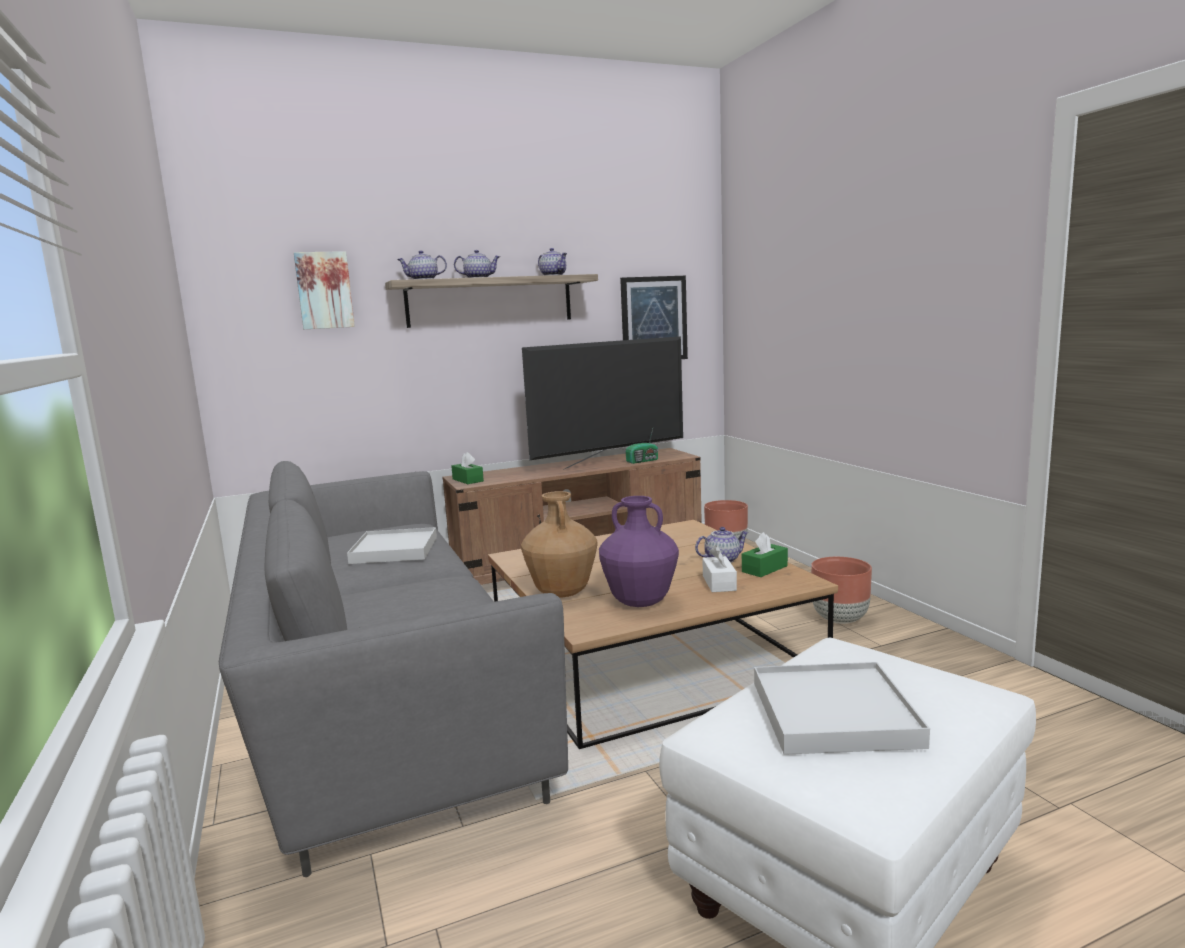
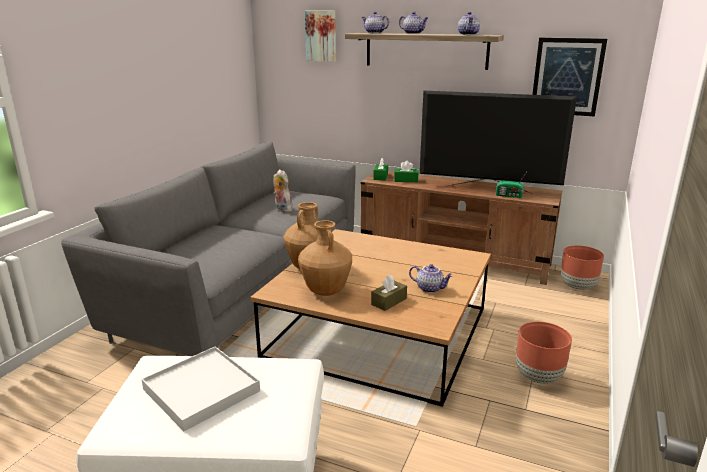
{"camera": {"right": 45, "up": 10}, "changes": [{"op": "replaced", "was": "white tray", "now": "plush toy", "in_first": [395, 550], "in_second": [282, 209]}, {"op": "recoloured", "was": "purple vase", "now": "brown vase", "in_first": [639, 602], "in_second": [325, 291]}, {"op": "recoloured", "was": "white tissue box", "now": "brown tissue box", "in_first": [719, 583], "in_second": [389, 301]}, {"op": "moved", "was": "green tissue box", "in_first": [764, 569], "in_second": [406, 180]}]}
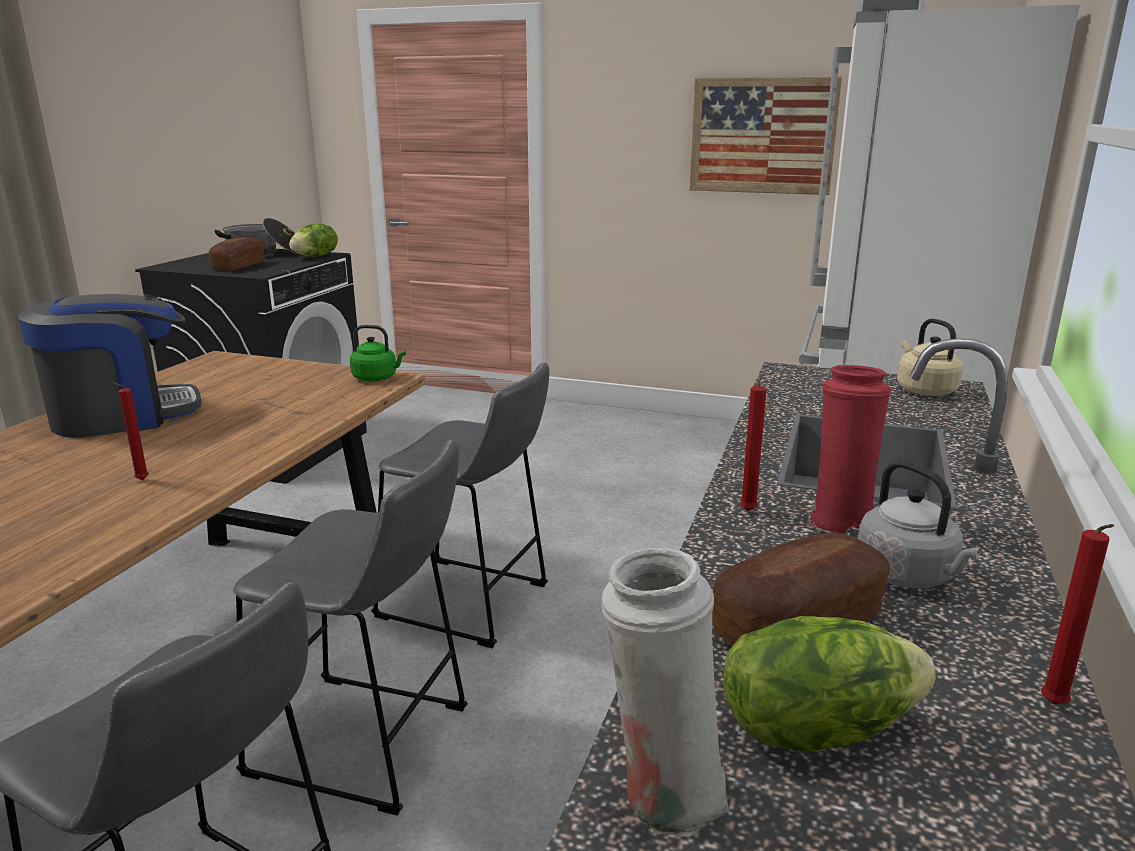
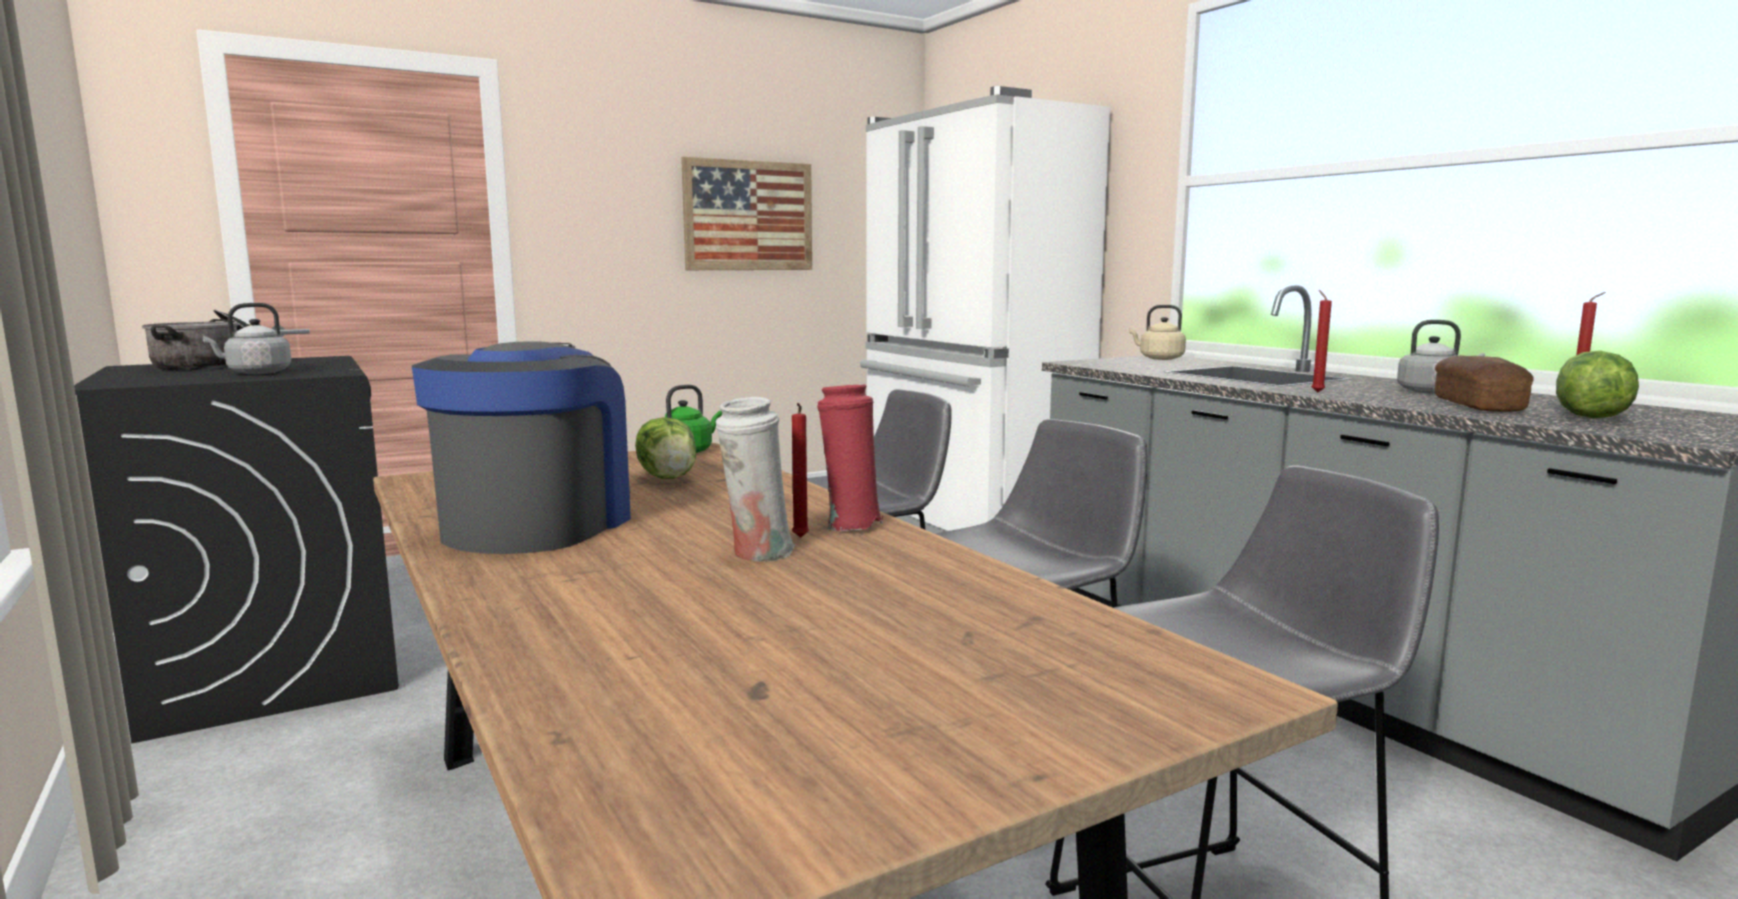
{"camera": {"right": -50, "up": -10}, "changes": [{"op": "replaced", "was": "bread", "now": "grey kettle", "in_first": [239, 266], "in_second": [256, 373]}, {"op": "moved", "was": "lettuce", "in_first": [316, 256], "in_second": [670, 477]}, {"op": "moved", "was": "white vase", "in_first": [662, 795], "in_second": [757, 554]}, {"op": "moved", "was": "red vase", "in_first": [839, 522], "in_second": [850, 525]}]}
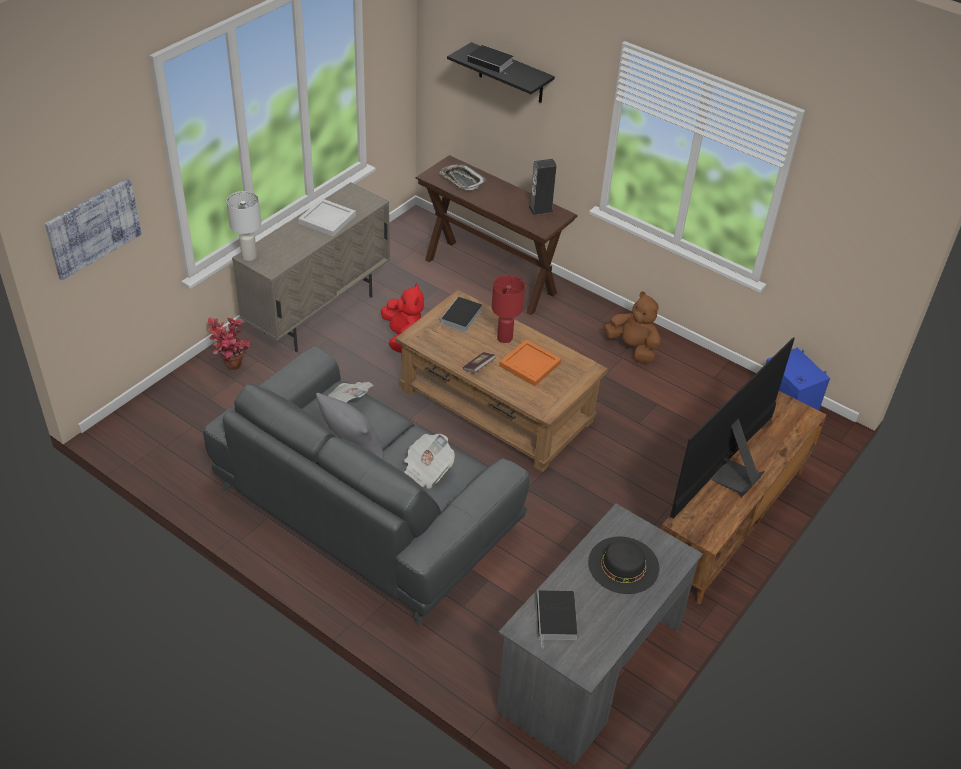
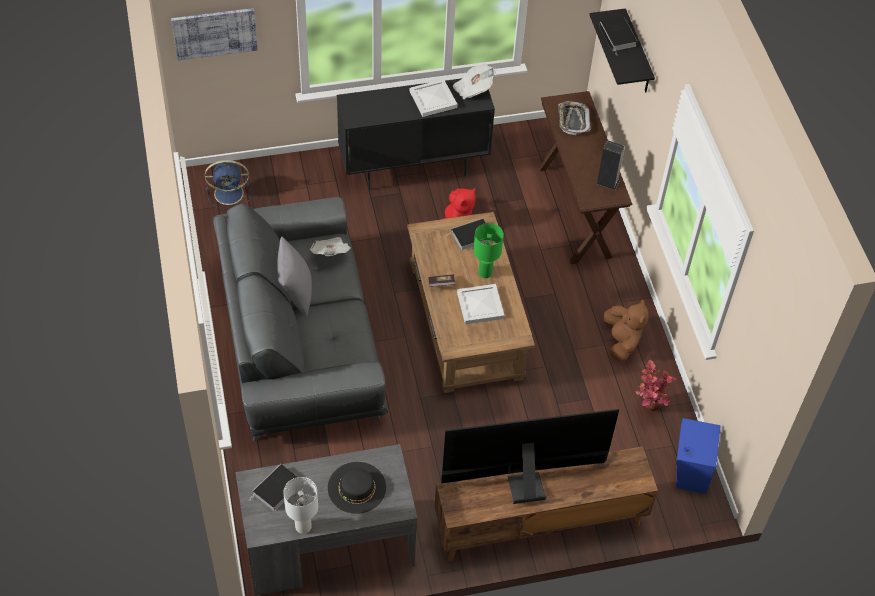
{"camera": {"right": 40, "up": 10}, "changes": [{"op": "moved", "was": "potted plant", "in_first": [232, 369], "in_second": [648, 408]}, {"op": "moved", "was": "white table lamp", "in_first": [248, 256], "in_second": [302, 526]}, {"op": "recoloured", "was": "beige cabinet", "now": "black cabinet", "in_first": [319, 314], "in_second": [413, 168]}, {"op": "moved", "was": "newspaper", "in_first": [426, 471], "in_second": [473, 89]}, {"op": "recoloured", "was": "red table lamp", "now": "green table lamp", "in_first": [504, 337], "in_second": [485, 272]}, {"op": "recoloured", "was": "orange tray", "now": "white tray", "in_first": [530, 364], "in_second": [480, 305]}, {"op": "added", "now": "blue fan", "in_second": [230, 193]}]}
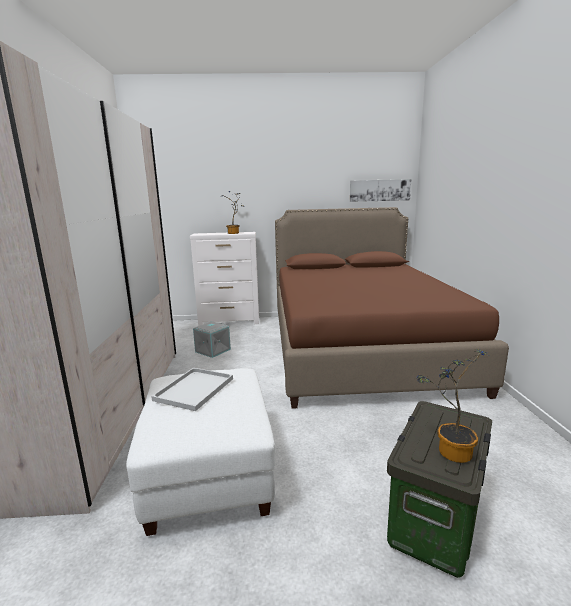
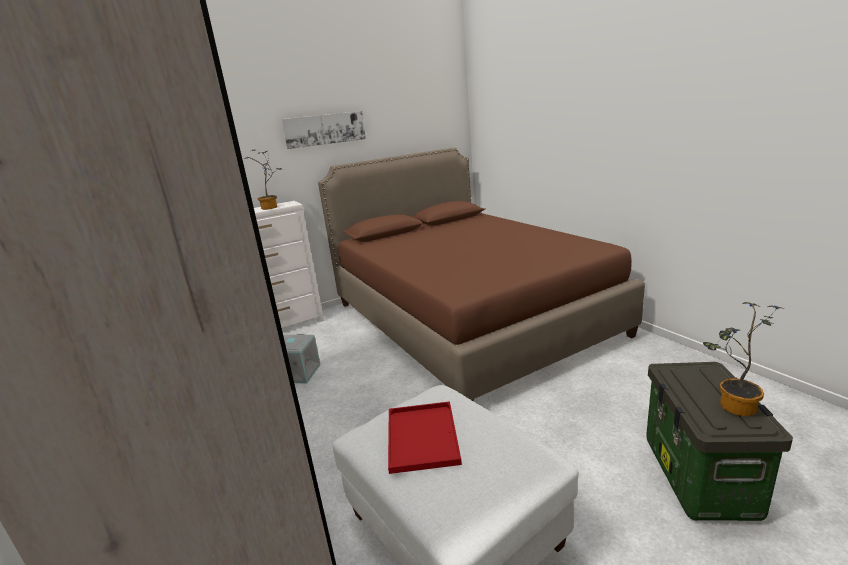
{"camera": {"right": -25, "up": 5}, "changes": [{"op": "recoloured", "was": "white tray", "now": "red tray", "in_first": [194, 390], "in_second": [423, 438]}, {"op": "moved", "was": "picture", "in_first": [379, 190], "in_second": [324, 129]}]}
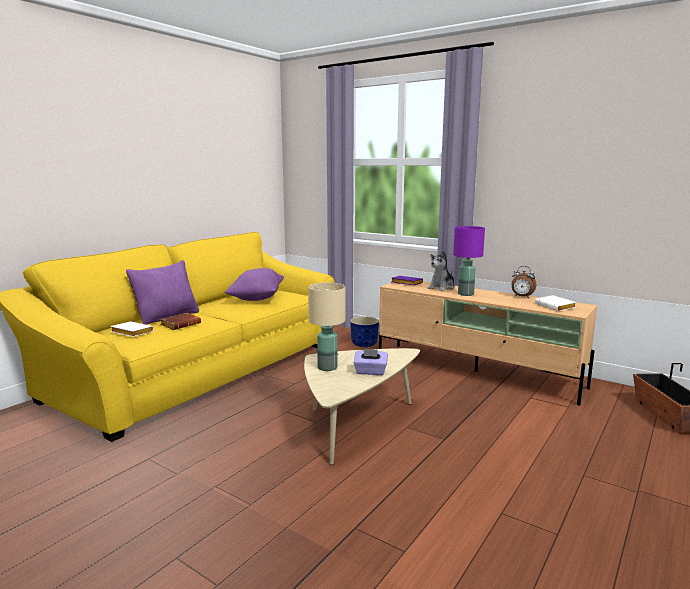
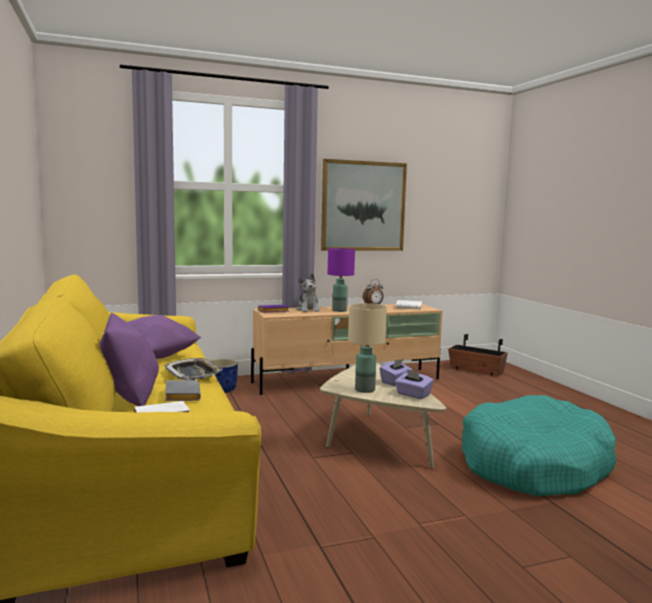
{"camera": {"right": -55, "up": -5}, "changes": [{"op": "recoloured", "was": "brown book", "now": "grey book", "in_first": [181, 324], "in_second": [181, 395]}, {"op": "added", "now": "tray", "in_second": [193, 374]}, {"op": "added", "now": "picture", "in_second": [363, 206]}, {"op": "added", "now": "purple tissue box", "in_second": [413, 395]}, {"op": "added", "now": "turquoise dog bed", "in_second": [533, 465]}]}
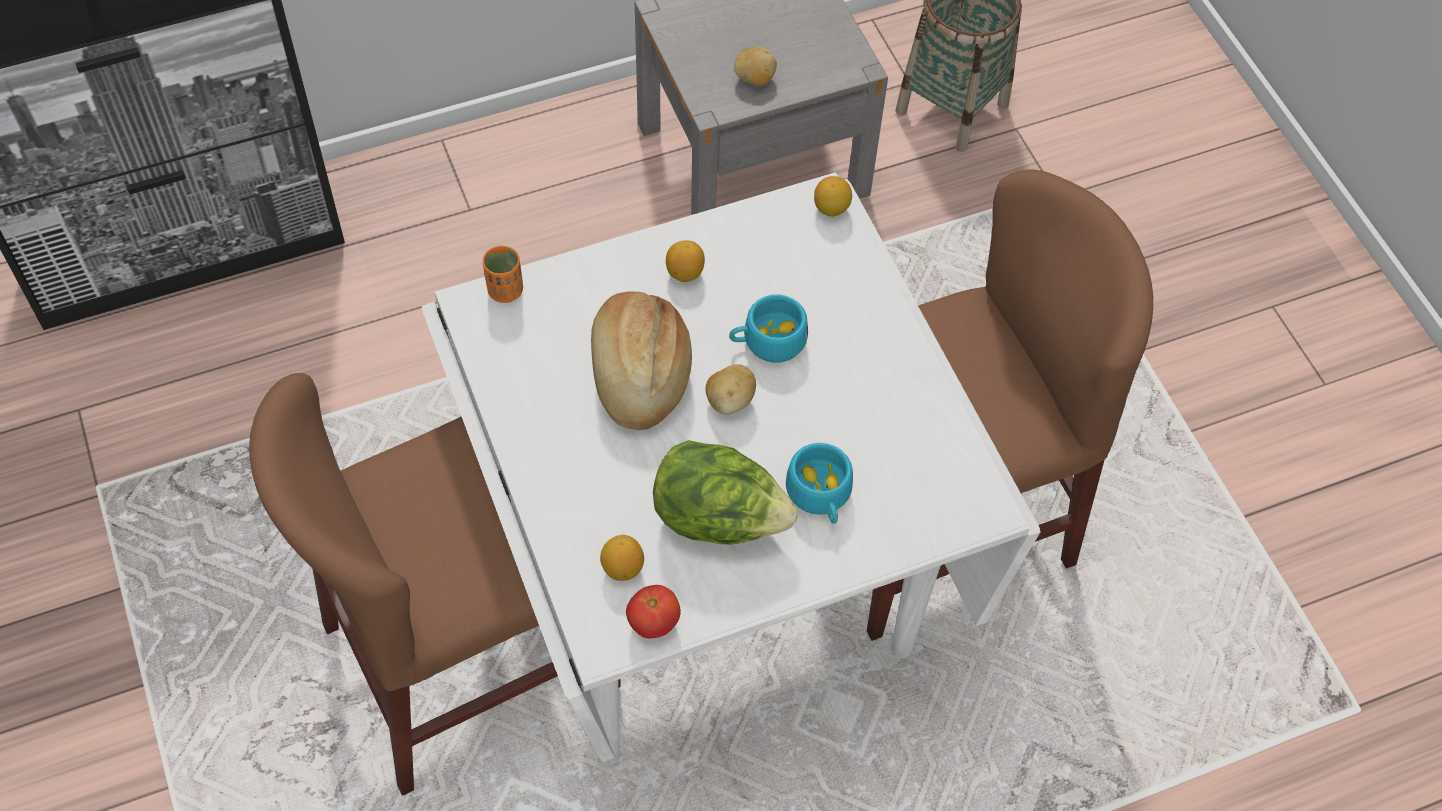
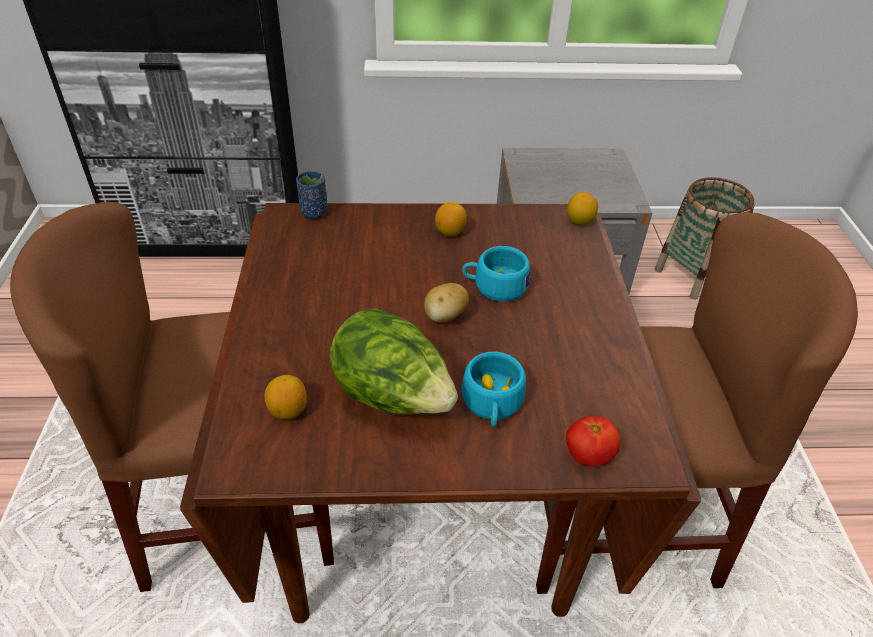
{"camera": {"right": 20, "up": -15}, "changes": [{"op": "recoloured", "was": "white dining table", "now": "brown dining table", "in_first": [711, 594], "in_second": [428, 519]}, {"op": "recoloured", "was": "orange cup", "now": "blue cup", "in_first": [505, 290], "in_second": [314, 212]}, {"op": "removed", "was": "bread", "in_first": [638, 373]}, {"op": "moved", "was": "tomato", "in_first": [653, 622], "in_second": [588, 455]}, {"op": "removed", "was": "potato", "in_first": [754, 79]}]}
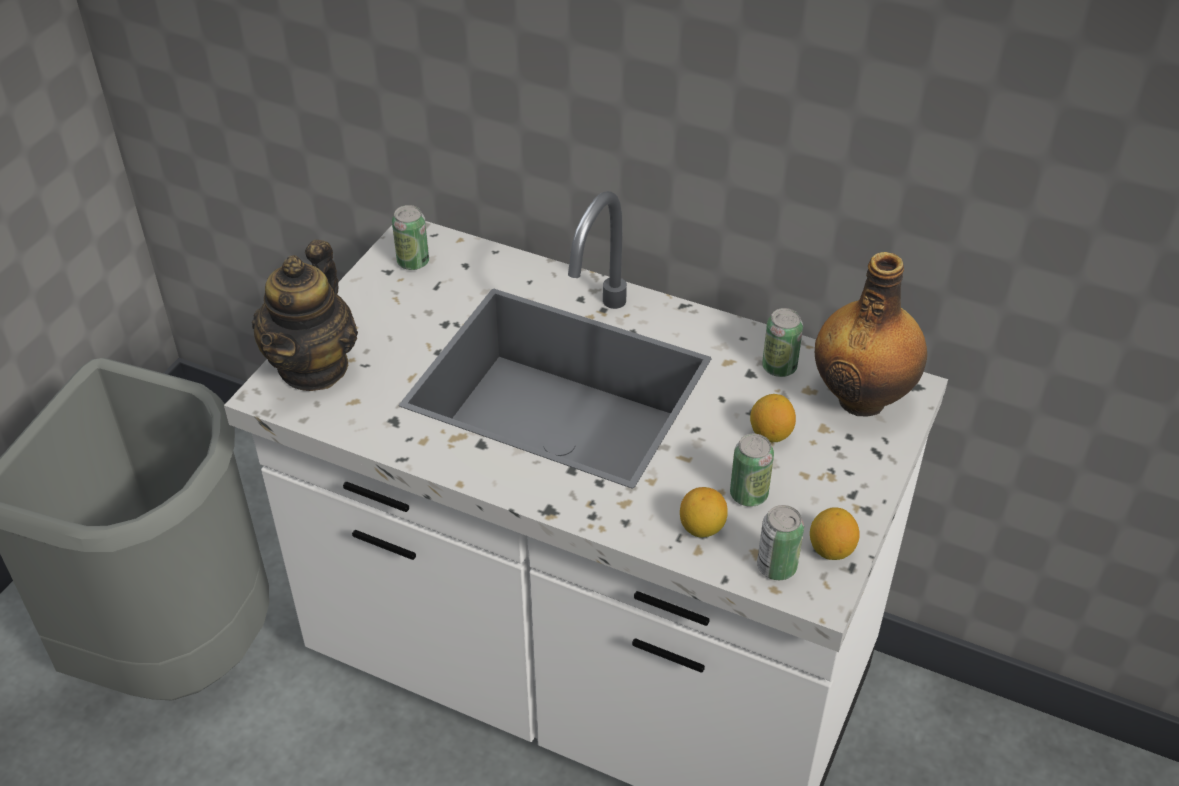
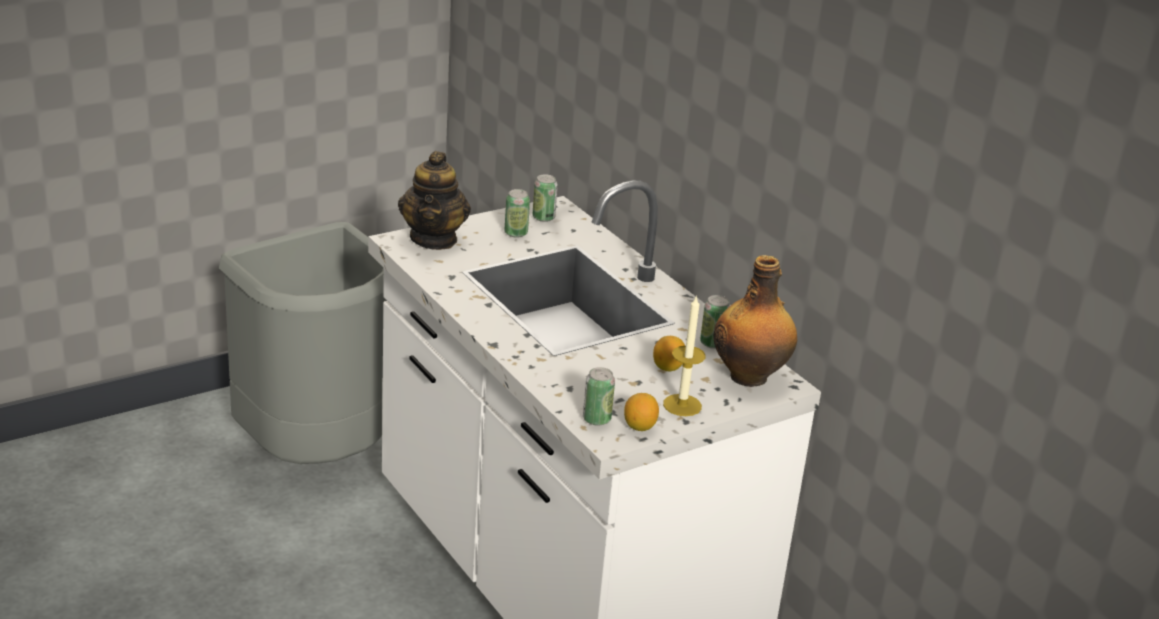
{"camera": {"right": 30, "up": -15}, "changes": [{"op": "turned", "was": "teapot", "in_first": [314, 366], "in_second": [434, 239], "clockwise": -45}, {"op": "removed", "was": "lemon", "in_first": [702, 528]}, {"op": "moved", "was": "can", "in_first": [748, 494], "in_second": [516, 233]}, {"op": "added", "now": "candle", "in_second": [682, 405]}]}
